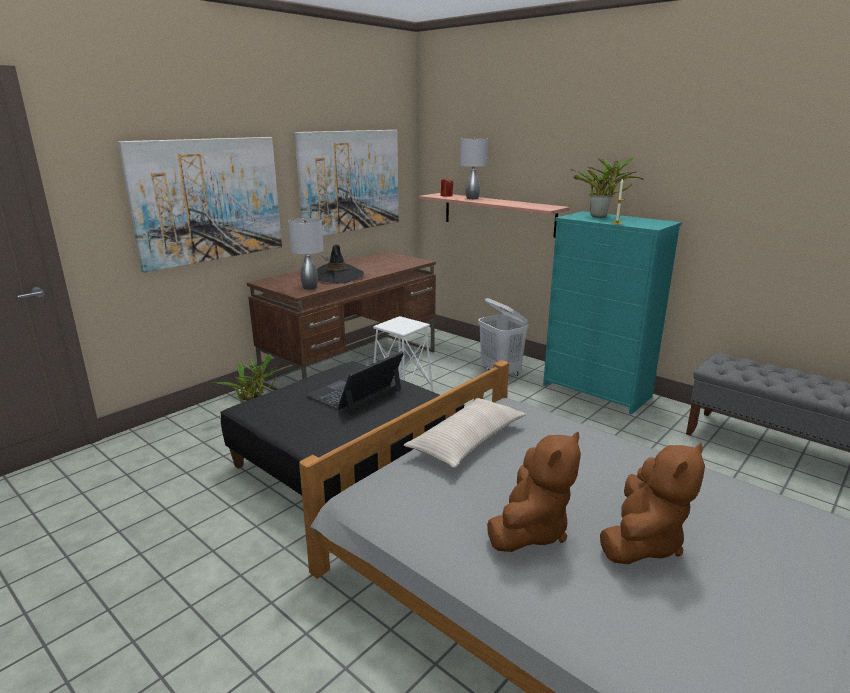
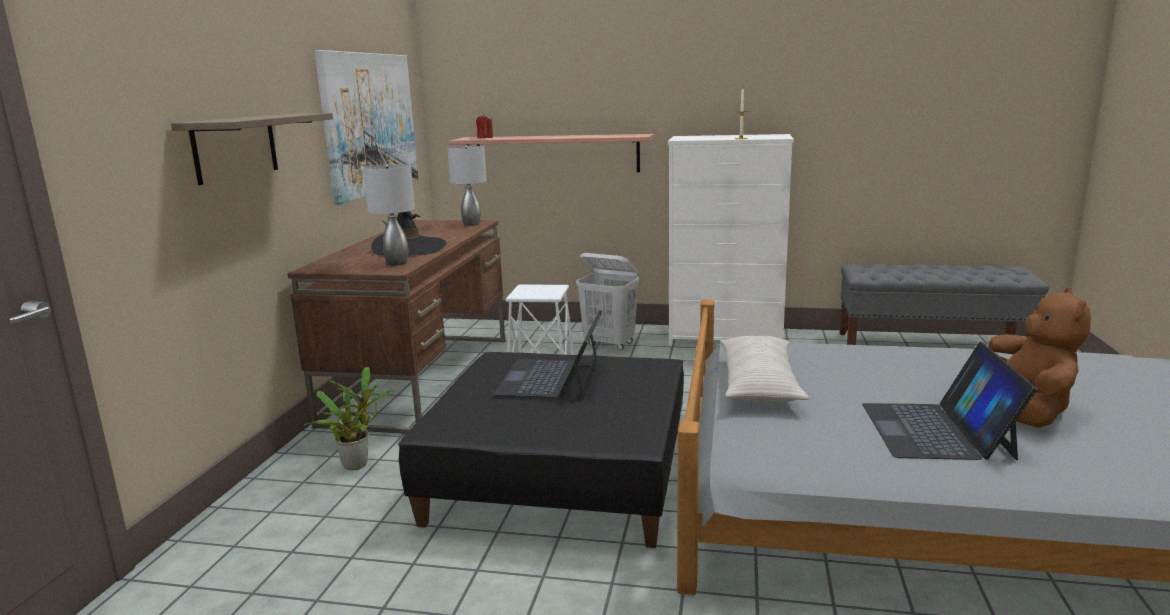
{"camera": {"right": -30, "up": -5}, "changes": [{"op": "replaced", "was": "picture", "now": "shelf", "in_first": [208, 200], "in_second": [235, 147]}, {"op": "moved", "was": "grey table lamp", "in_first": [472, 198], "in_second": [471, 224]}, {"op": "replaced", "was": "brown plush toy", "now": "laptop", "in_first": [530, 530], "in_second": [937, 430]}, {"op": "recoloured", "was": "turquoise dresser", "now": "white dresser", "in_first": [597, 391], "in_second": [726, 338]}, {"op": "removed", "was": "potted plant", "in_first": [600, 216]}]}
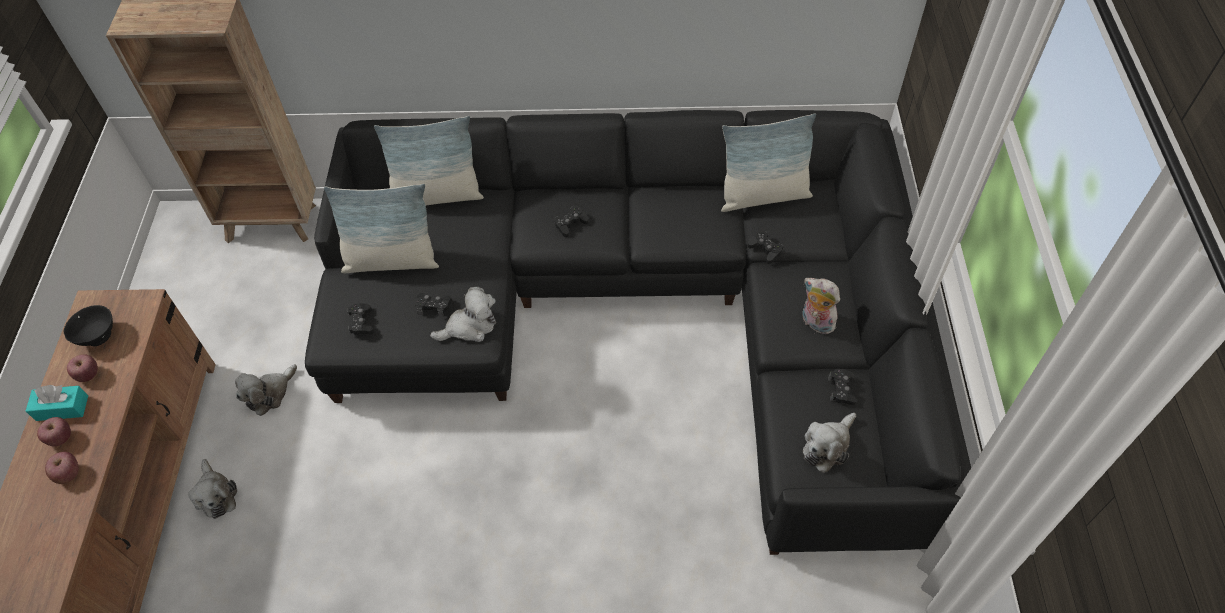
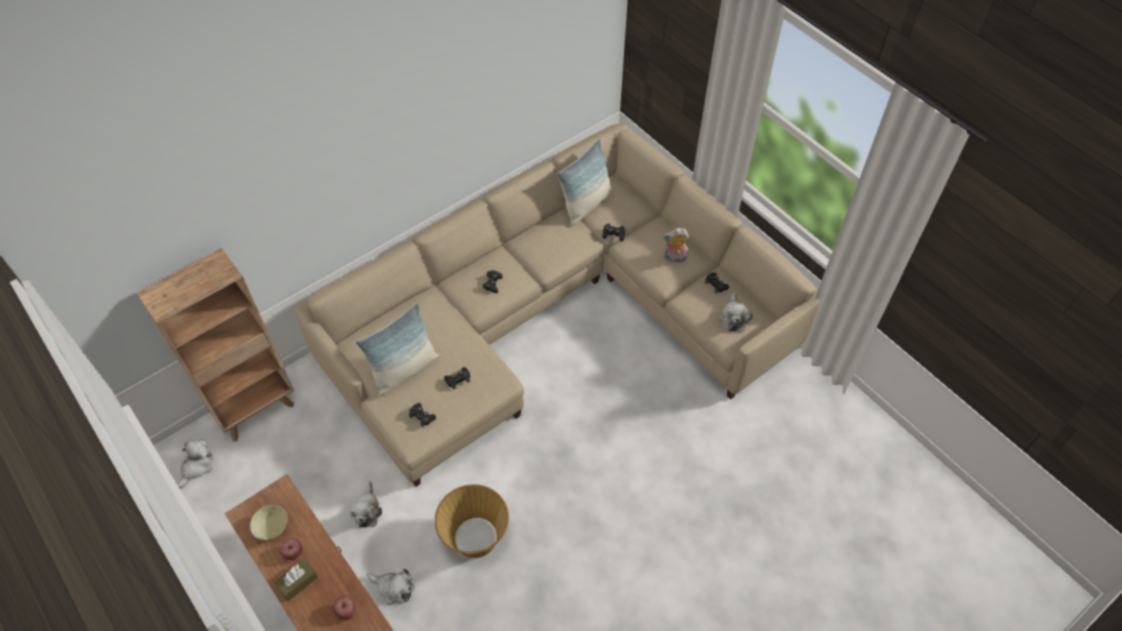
{"camera": {"right": -40, "up": 0}, "changes": [{"op": "recoloured", "was": "turquoise tissue box", "now": "brown tissue box", "in_first": [62, 408], "in_second": [298, 582]}, {"op": "removed", "was": "apple", "in_first": [61, 438]}, {"op": "recoloured", "was": "black bowl", "now": "beige bowl", "in_first": [98, 335], "in_second": [272, 528]}, {"op": "recoloured", "was": "black sofa", "now": "beige sofa", "in_first": [644, 312], "in_second": [553, 316]}, {"op": "removed", "was": "pillow", "in_first": [437, 196]}, {"op": "moved", "was": "plush toy", "in_first": [470, 326], "in_second": [197, 467]}, {"op": "added", "now": "basket", "in_second": [475, 538]}]}
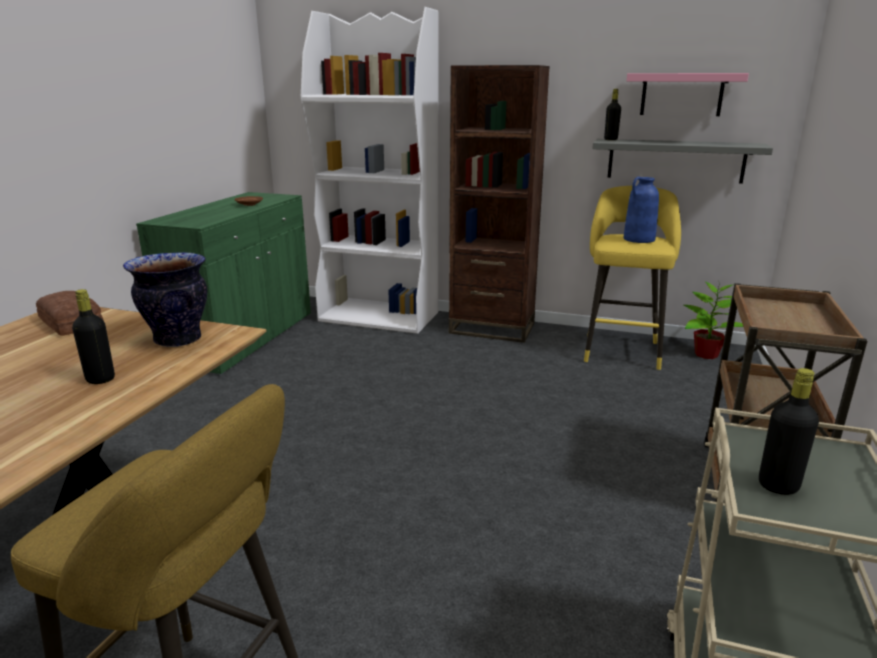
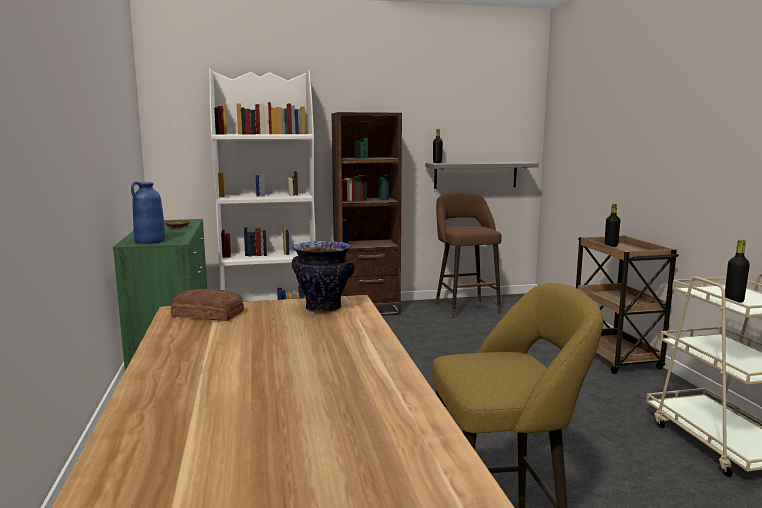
{"camera": {"right": -30, "up": -10}, "changes": [{"op": "moved", "was": "black bottle", "in_first": [100, 379], "in_second": [611, 246]}, {"op": "recoloured", "was": "yellow stool", "now": "brown stool", "in_first": [621, 349], "in_second": [465, 307]}, {"op": "moved", "was": "blue vase", "in_first": [639, 239], "in_second": [150, 241]}, {"op": "removed", "was": "pink shelf", "in_first": [681, 94]}, {"op": "removed", "was": "potted plant", "in_first": [705, 354]}]}
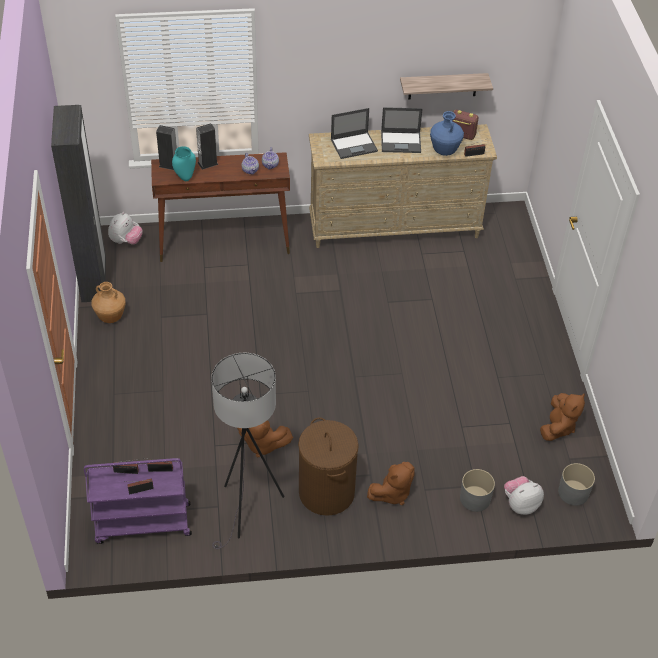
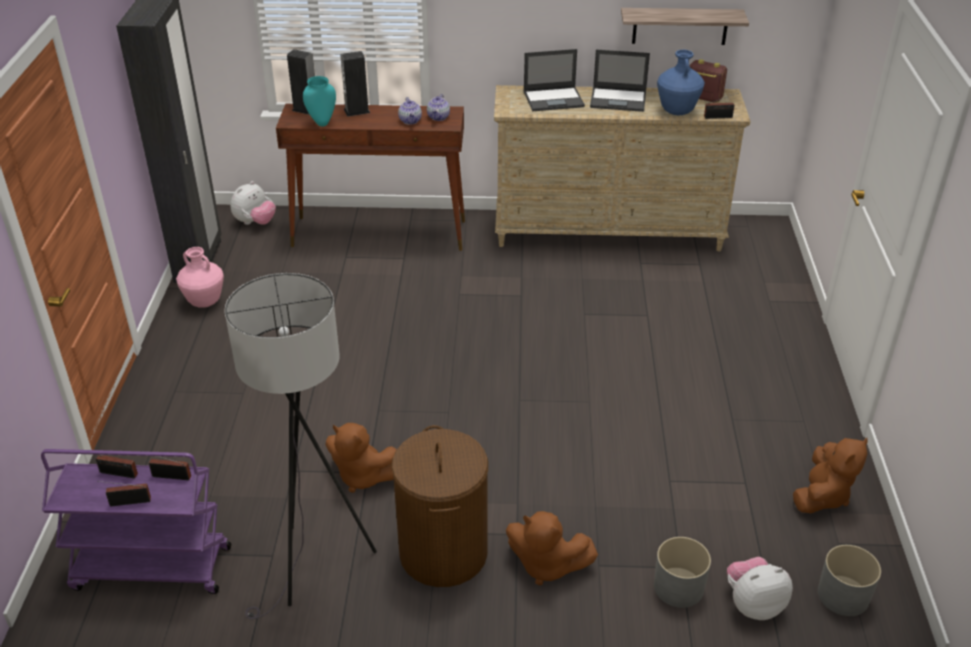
{"camera": {"right": 10, "up": -10}, "changes": [{"op": "recoloured", "was": "brown vase", "now": "pink vase", "in_first": [111, 317], "in_second": [205, 302]}, {"op": "turned", "was": "brown plush toy", "in_first": [392, 493], "in_second": [546, 565], "clockwise": 45}]}
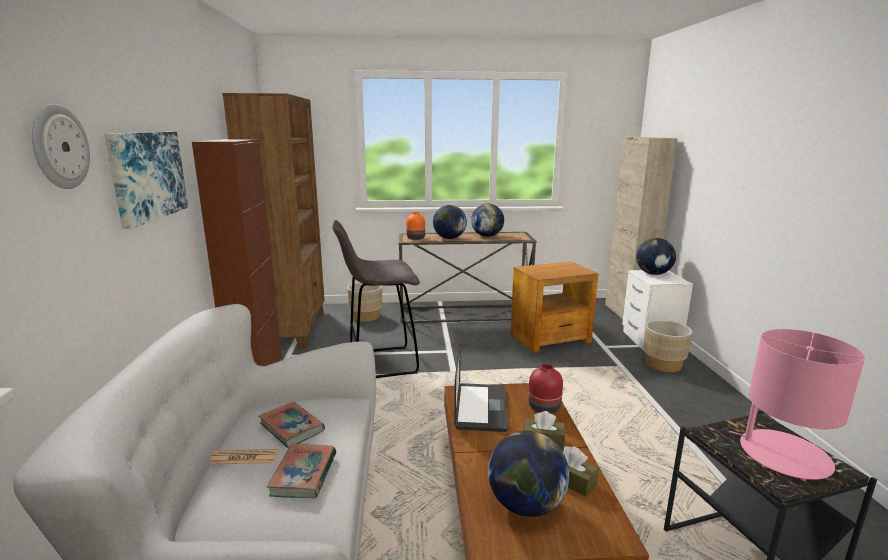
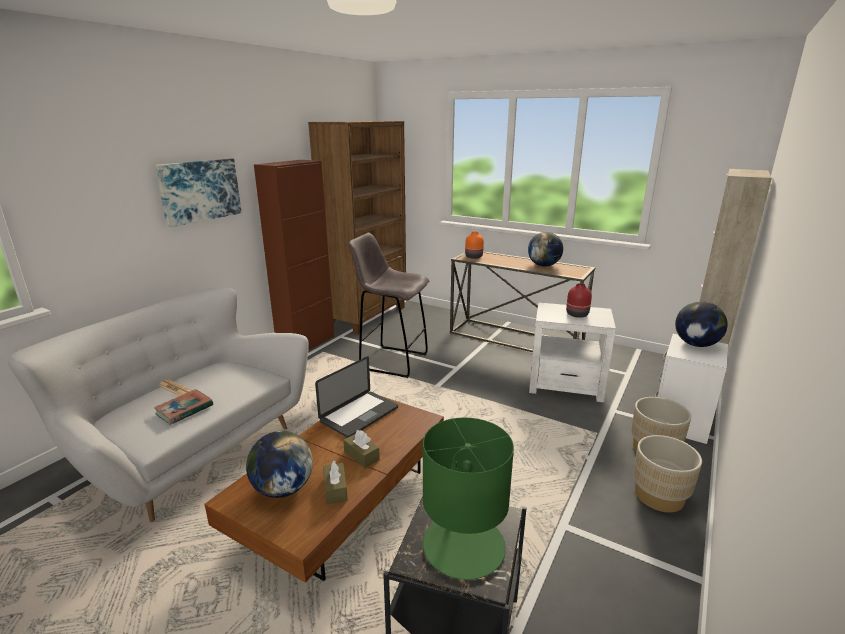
{"camera": {"right": 35, "up": 5}, "changes": [{"op": "removed", "was": "wall clock", "in_first": [59, 147]}, {"op": "removed", "was": "book", "in_first": [291, 427]}, {"op": "moved", "was": "beige planter", "in_first": [366, 317], "in_second": [659, 496]}, {"op": "removed", "was": "globe", "in_first": [449, 238]}, {"op": "recoloured", "was": "brown side table", "now": "white side table", "in_first": [551, 338], "in_second": [566, 385]}, {"op": "moved", "was": "red vase", "in_first": [543, 407], "in_second": [577, 314]}, {"op": "recoloured", "was": "pink table lamp", "now": "green table lamp", "in_first": [783, 454], "in_second": [463, 545]}]}
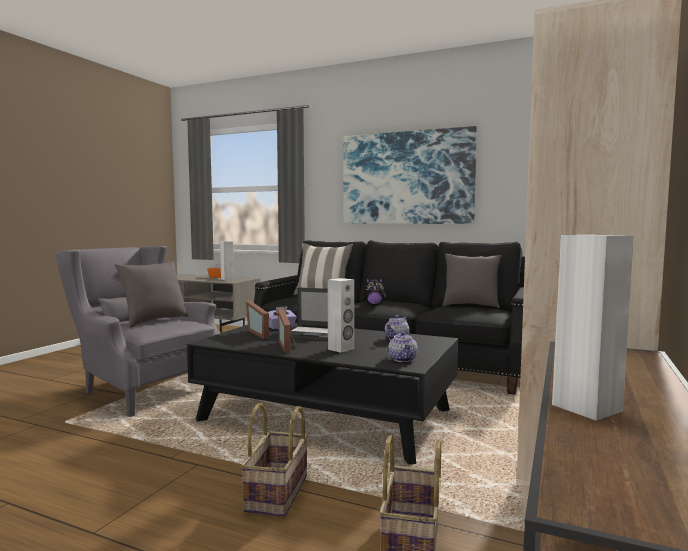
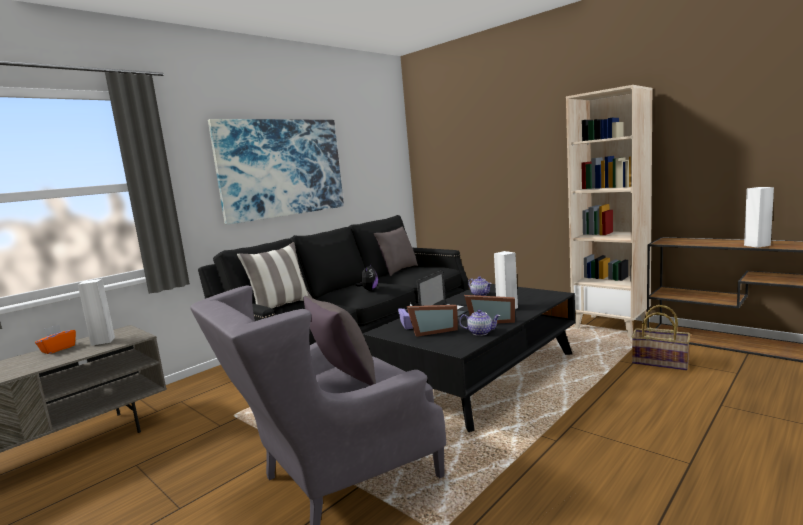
{"camera": {"right": -70, "up": 5}, "changes": [{"op": "removed", "was": "basket", "in_first": [278, 493]}, {"op": "moved", "was": "teapot", "in_first": [403, 359], "in_second": [480, 332]}]}
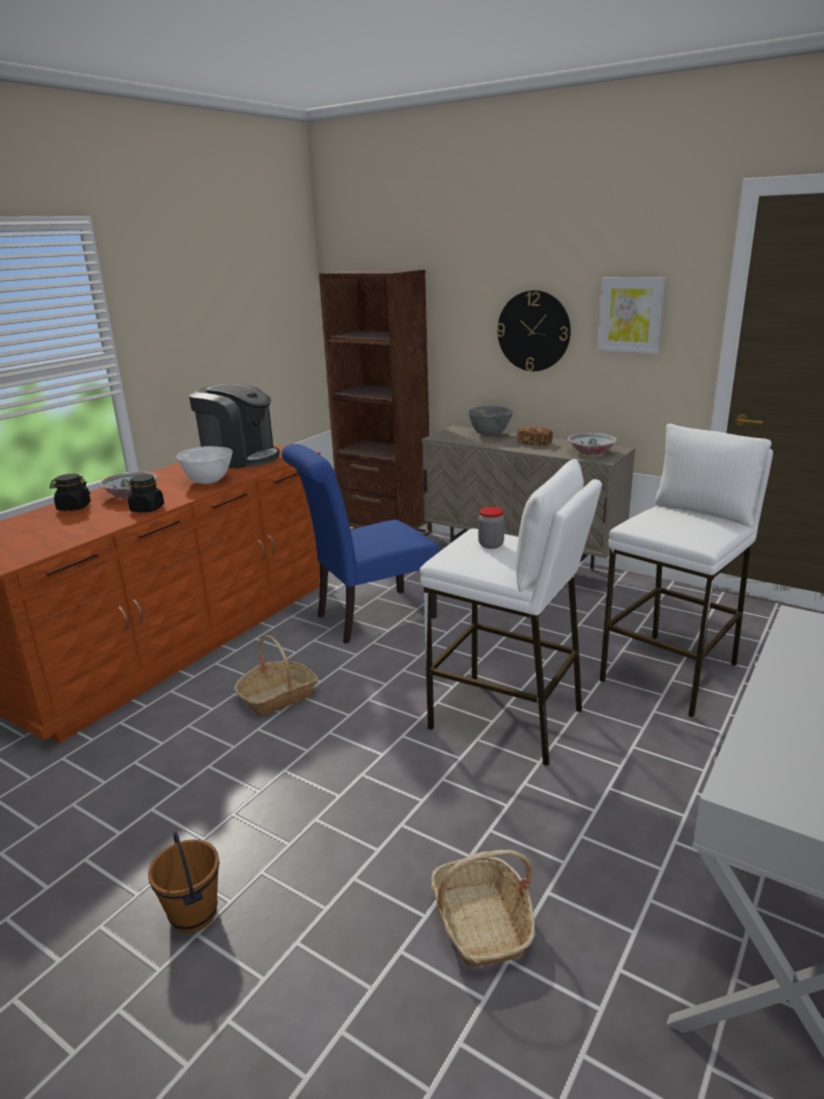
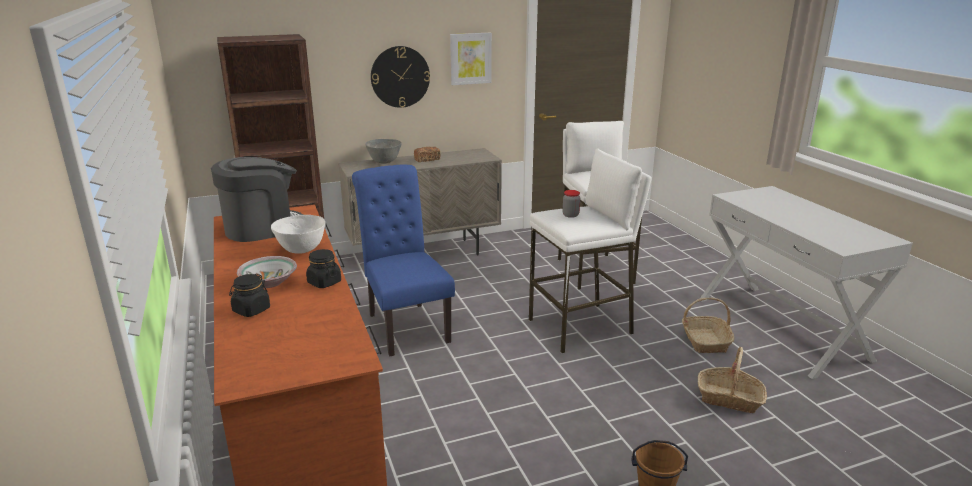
{"camera": {"right": -55, "up": 0}, "changes": [{"op": "moved", "was": "basket", "in_first": [278, 697], "in_second": [705, 341]}, {"op": "turned", "was": "blue chair", "in_first": [368, 618], "in_second": [405, 325], "clockwise": 150}, {"op": "removed", "was": "bowl", "in_first": [591, 452]}]}
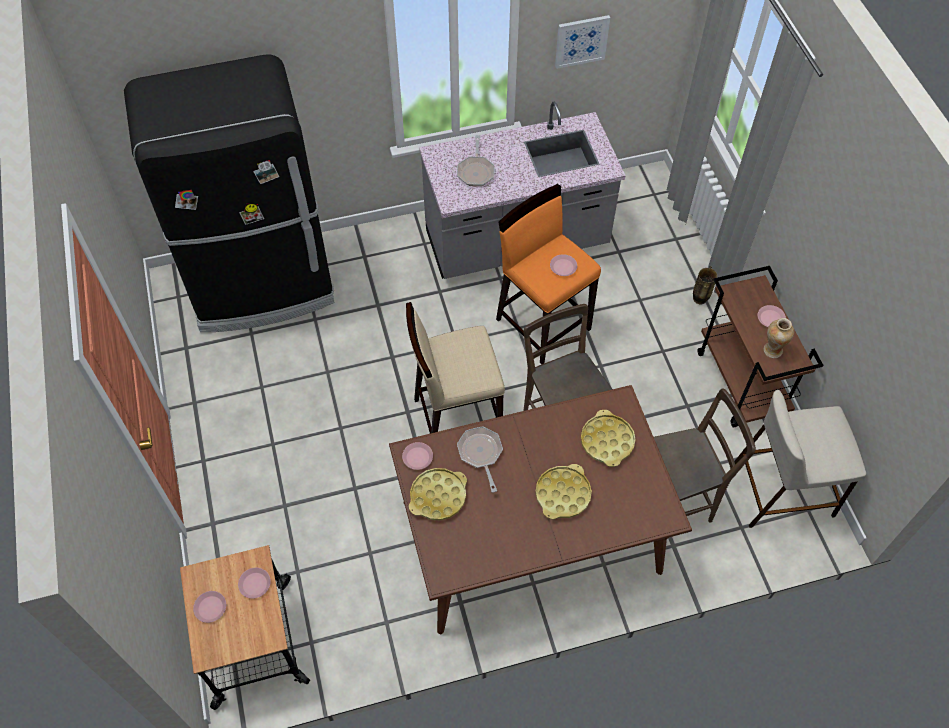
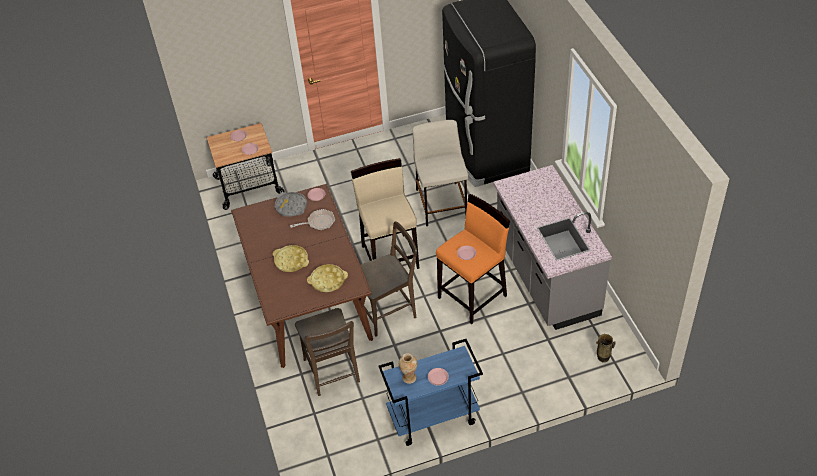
{"camera": {"right": 90, "up": -10}, "changes": [{"op": "recoloured", "was": "yellow tray", "now": "grey tray", "in_first": [438, 496], "in_second": [291, 207]}, {"op": "removed", "was": "frying pan", "in_first": [476, 171]}, {"op": "removed", "was": "picture", "in_first": [581, 41]}, {"op": "moved", "was": "vase", "in_first": [700, 299], "in_second": [603, 358]}, {"op": "recoloured", "was": "brown cart", "now": "blue cart", "in_first": [742, 383], "in_second": [432, 418]}, {"op": "moved", "was": "beige stool", "in_first": [783, 490], "in_second": [442, 204]}]}
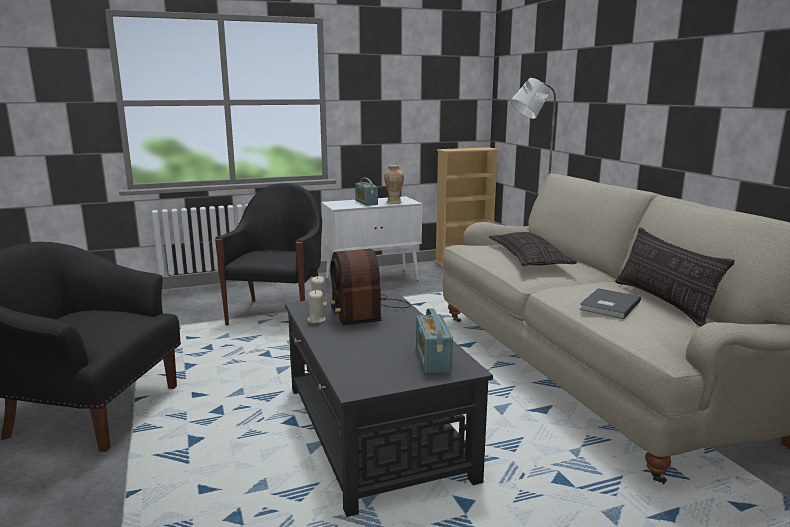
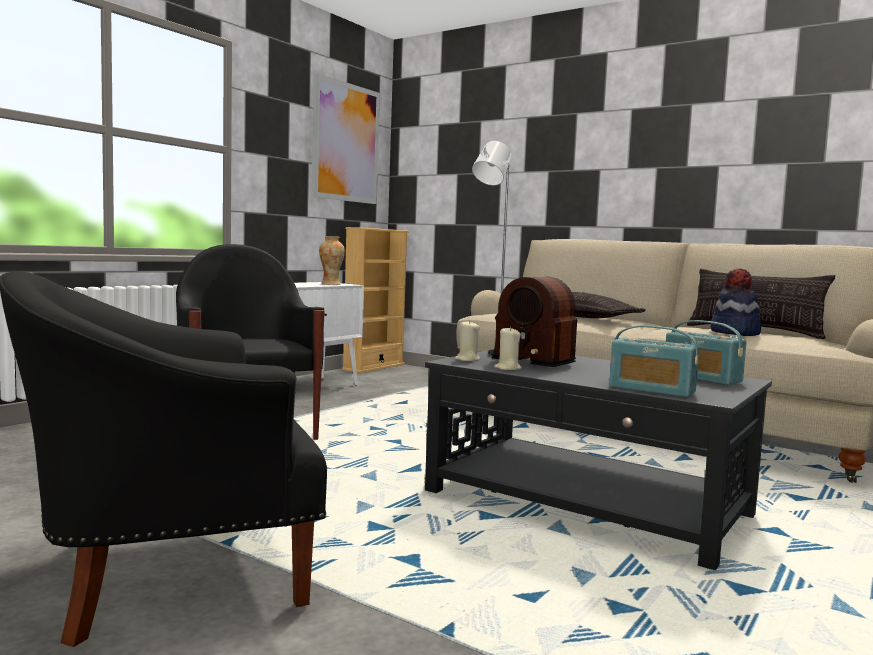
{"camera": {"right": -35, "up": -10}, "changes": [{"op": "moved", "was": "radio", "in_first": [366, 202], "in_second": [651, 390]}, {"op": "replaced", "was": "grey book", "now": "hat", "in_first": [608, 305], "in_second": [734, 333]}, {"op": "added", "now": "picture", "in_second": [345, 142]}]}
